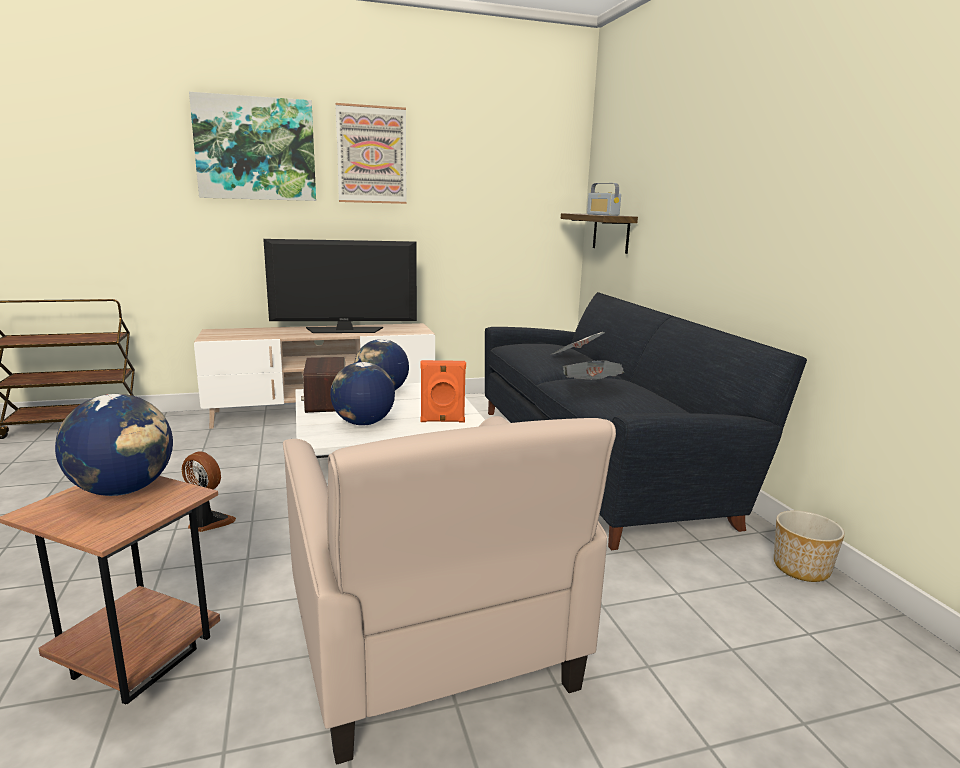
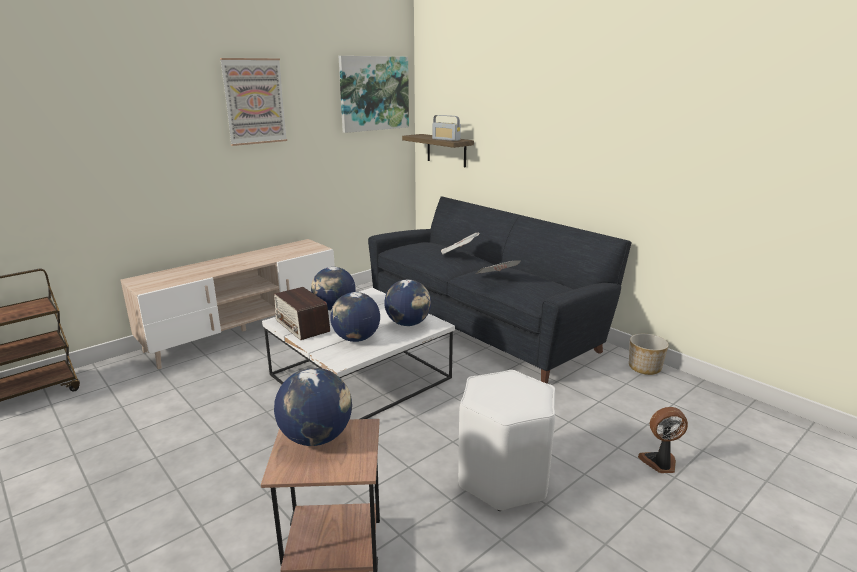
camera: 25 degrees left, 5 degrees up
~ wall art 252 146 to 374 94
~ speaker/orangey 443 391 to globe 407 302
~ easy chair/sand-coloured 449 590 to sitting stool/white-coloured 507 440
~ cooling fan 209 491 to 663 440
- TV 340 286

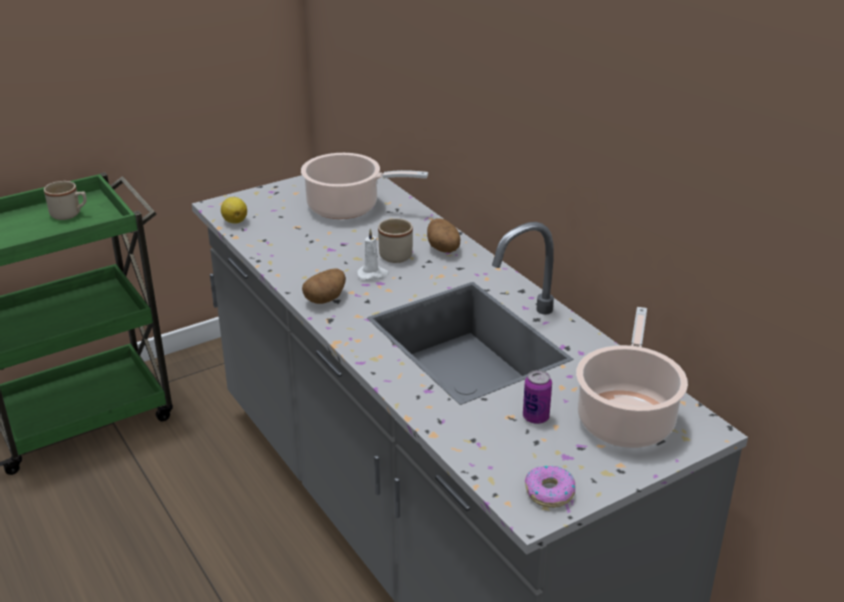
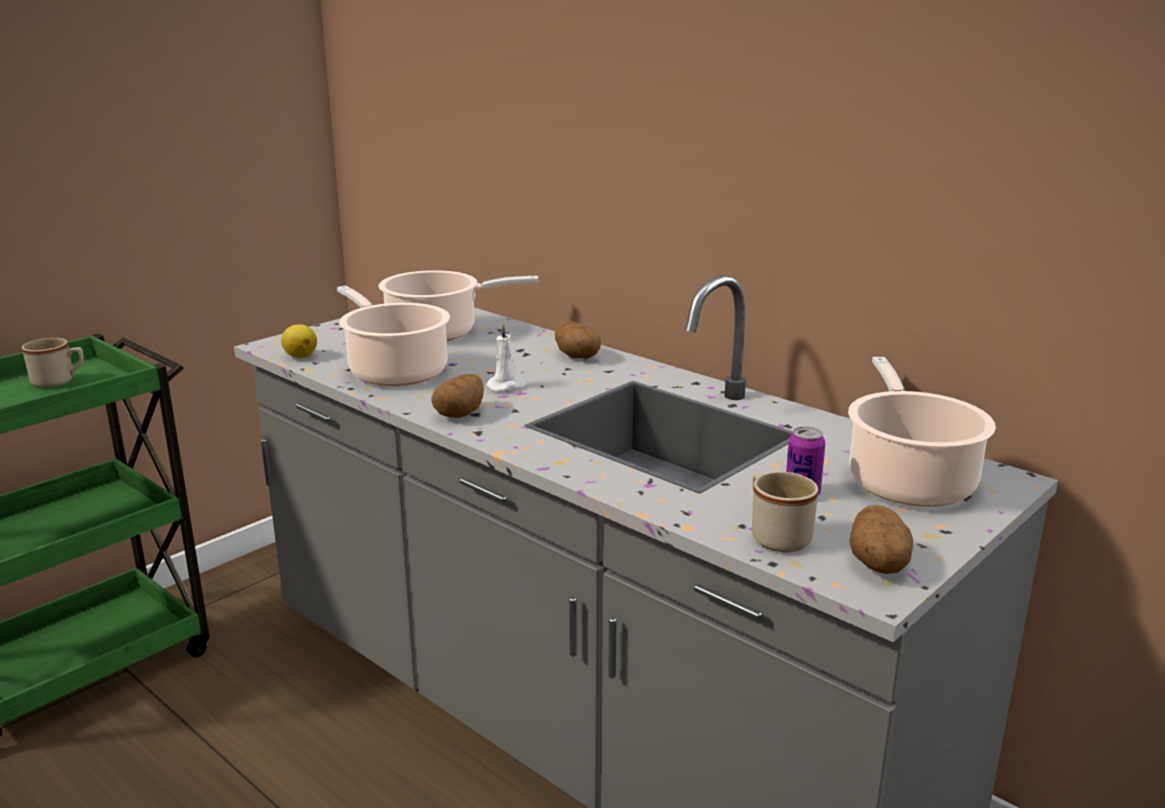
camera: 15 degrees left, 10 degrees down
+ cooking pot 393 336
~ coffee mug/sand-coloured 395 240 to 785 512
~ ring doughnut 550 487 to potato 881 539

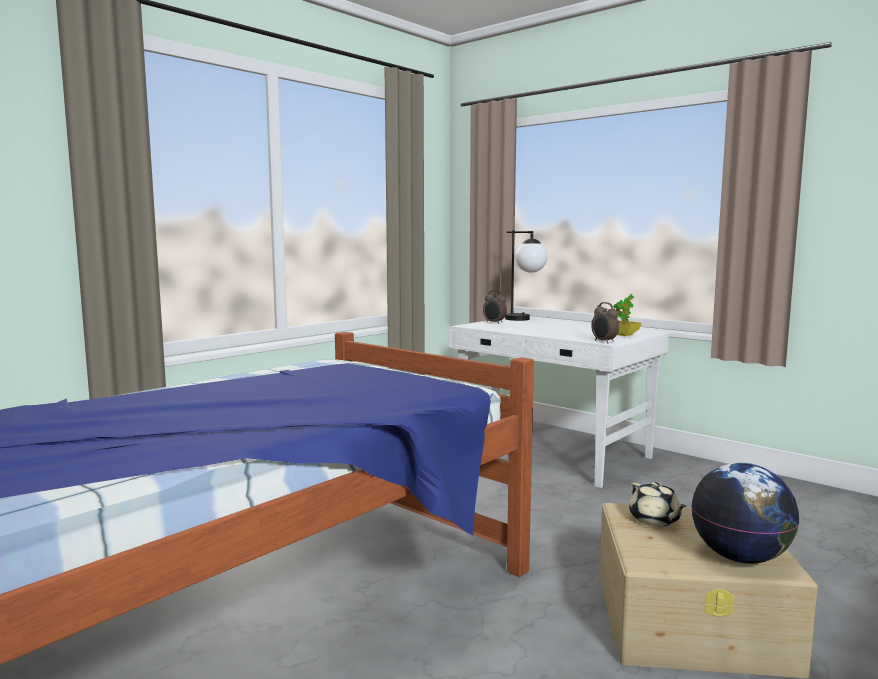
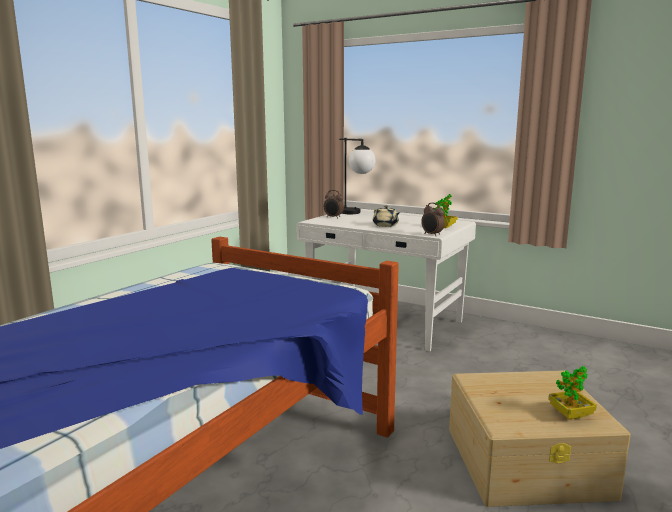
camera: 10 degrees left, 5 degrees up
~ tea pot/sand-coloured 658 504 to 386 216
~ globe 745 513 to potted plant 572 393

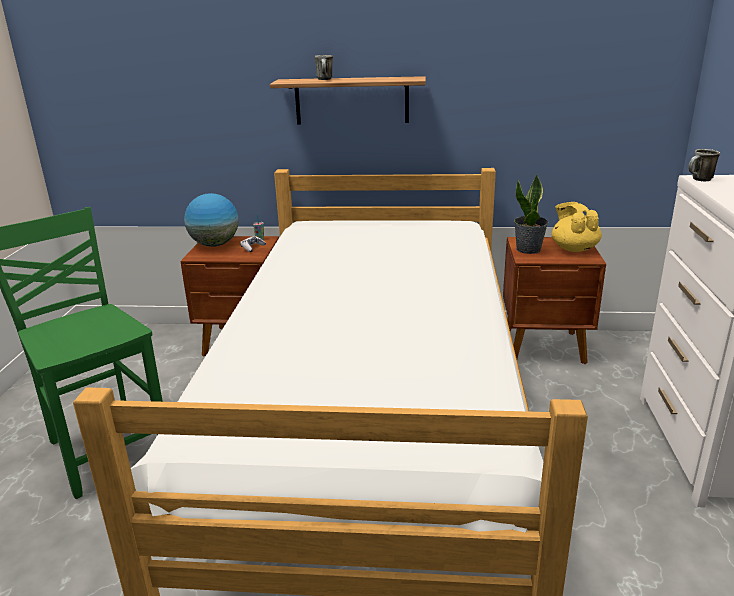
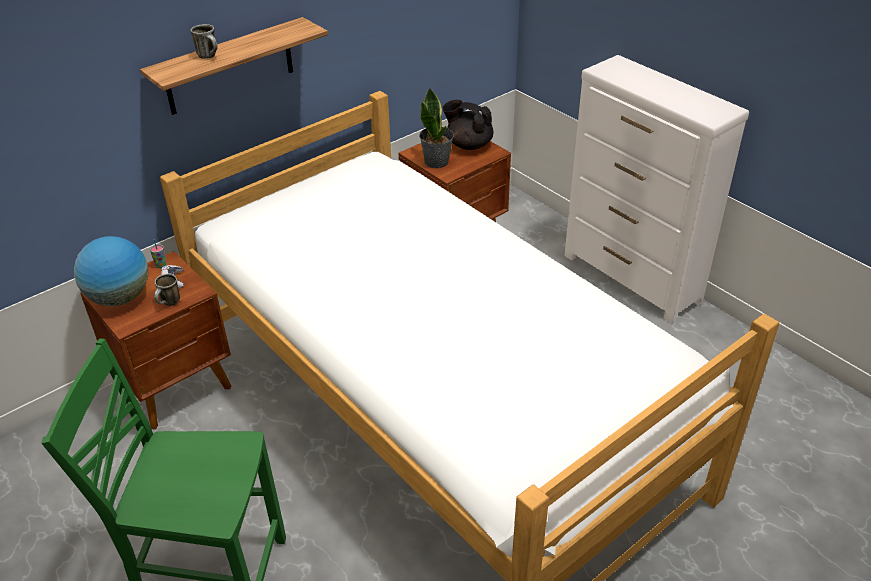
camera: 45 degrees left, 15 degrees up
~ coffee mug 704 165 to 167 290
~ tea pot/yellow 577 227 to tea pot/black 467 125

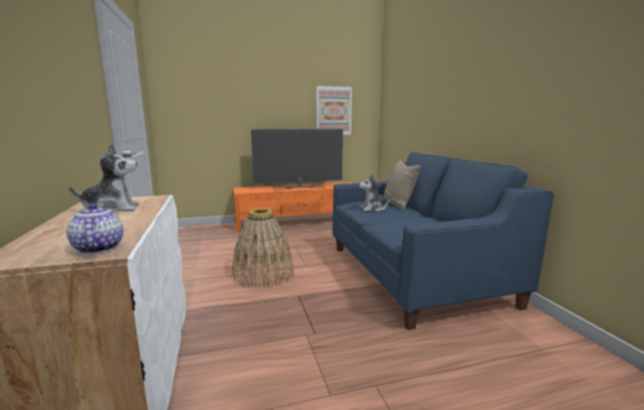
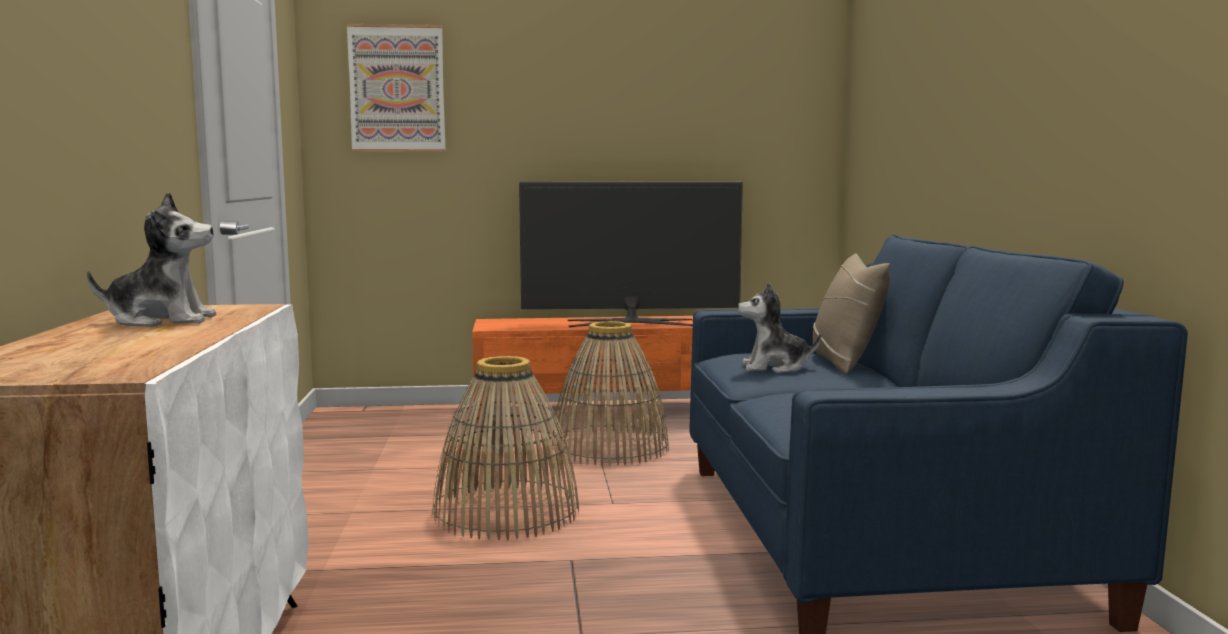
camera: 10 degrees right, 5 degrees down
~ wall art 334 110 to 396 88
+ storage basket 610 393
- tea pot 94 228

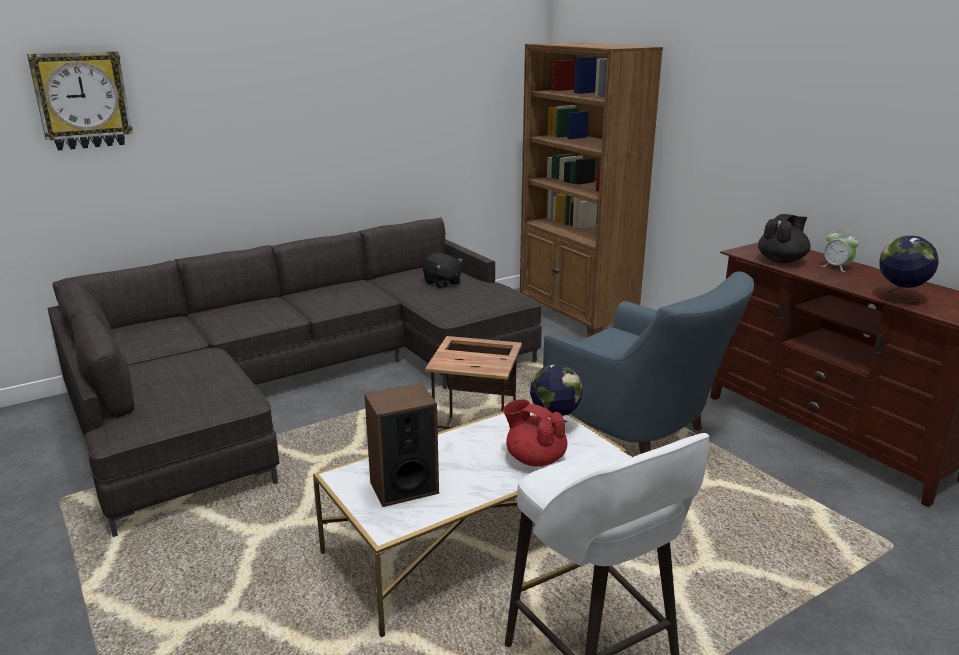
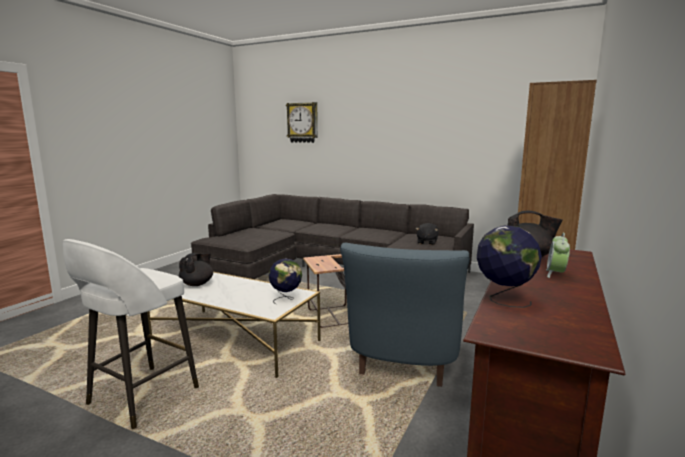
camera: 60 degrees right, 10 degrees down
~ speaker 402 445 to tea pot/black 196 269
- tea pot/red-coloured 535 433

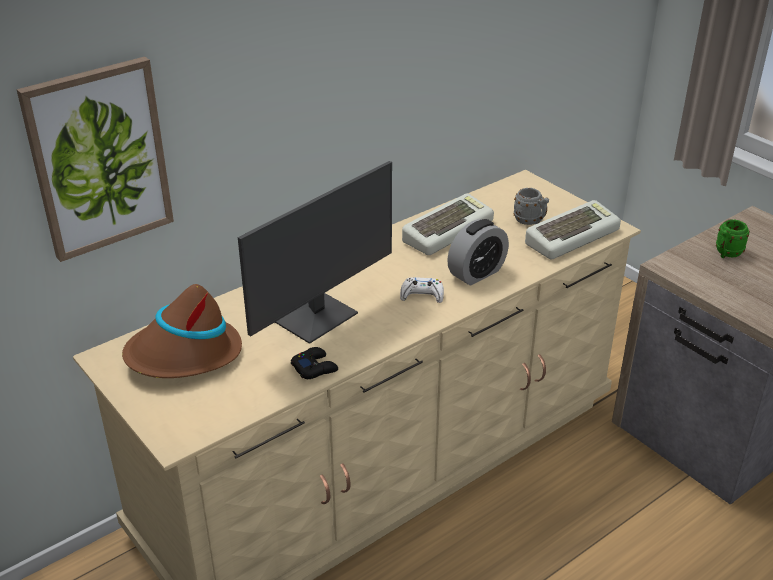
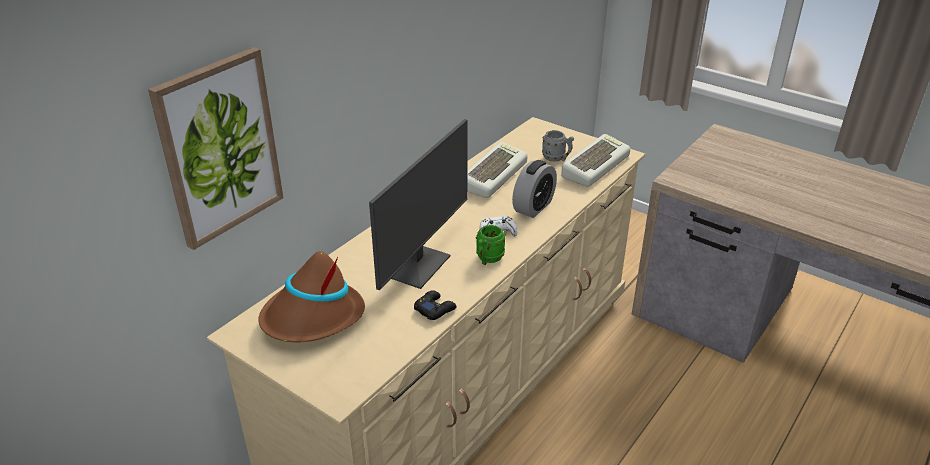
camera: 15 degrees left, 0 degrees up
~ coffee mug/green 733 238 to 490 245

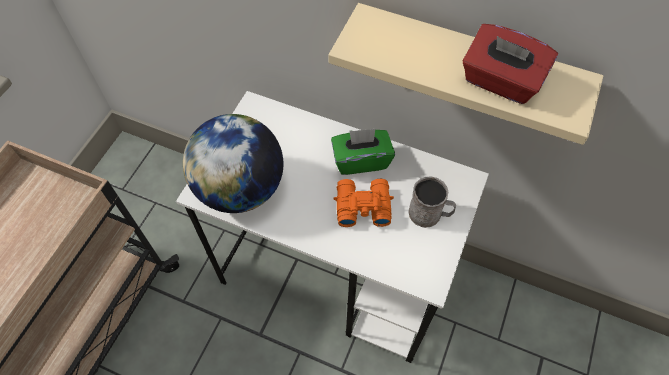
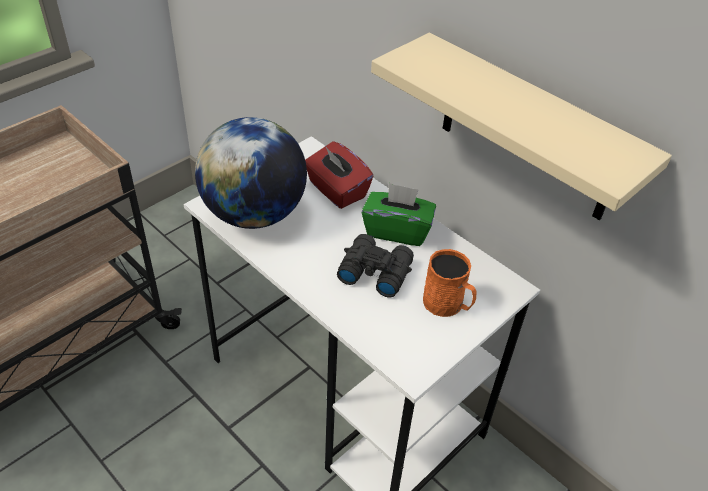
camera: 20 degrees right, 15 degrees down
~ tissue box/red-coloured 510 64 to 339 175
~ binoculars/orangey 364 203 to binoculars/black 375 265
~ coffee mug/grey 432 202 to coffee mug/orangey 449 283

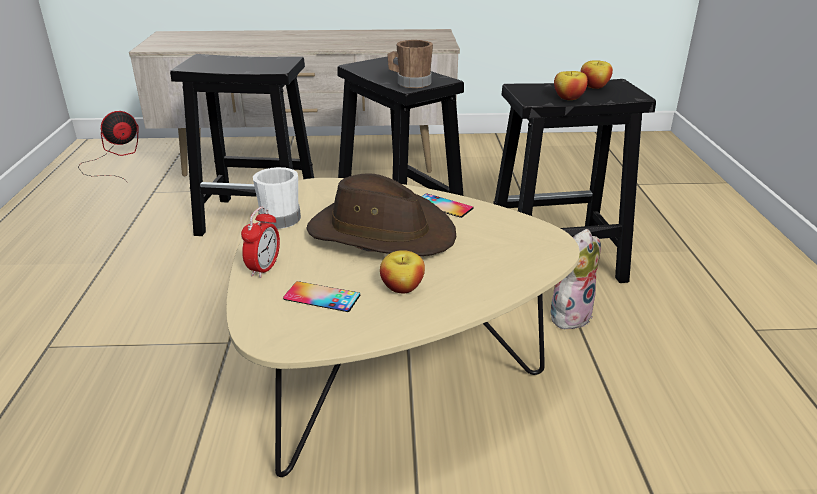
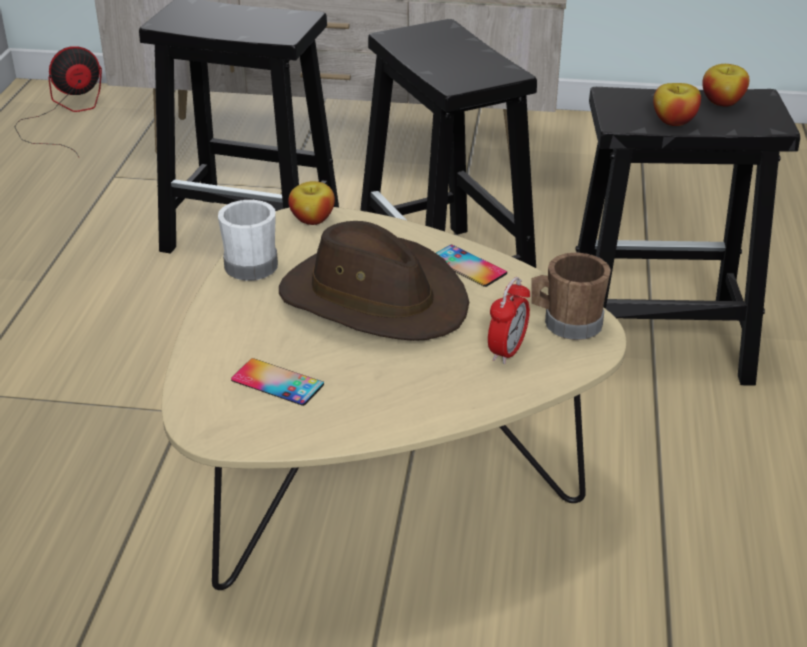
camera: 10 degrees right, 5 degrees up
~ apple 402 271 to 311 203
~ alarm clock 260 242 to 509 320
~ coffee mug/brown-coloured 410 64 to 571 296
- cuddly toy 576 280

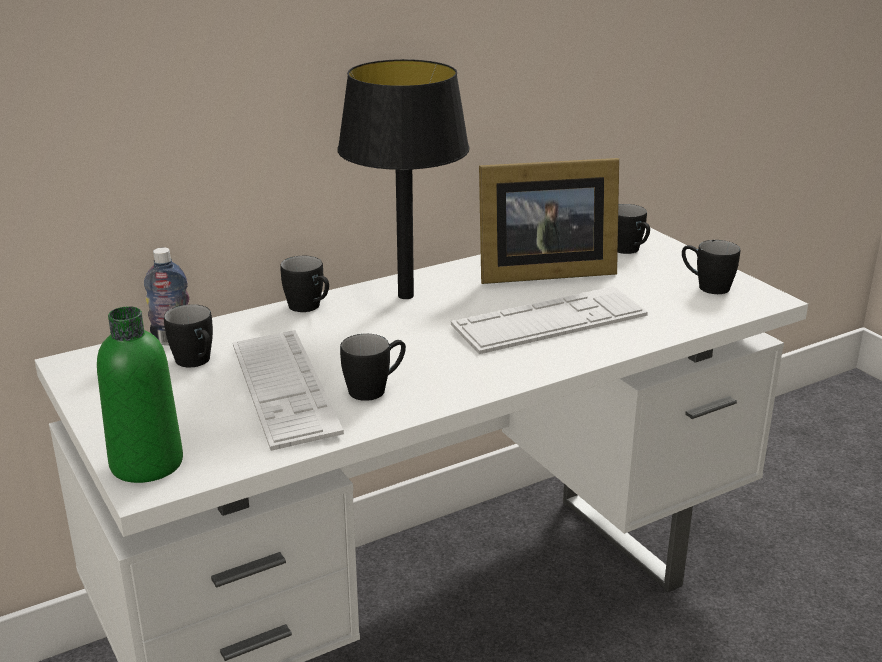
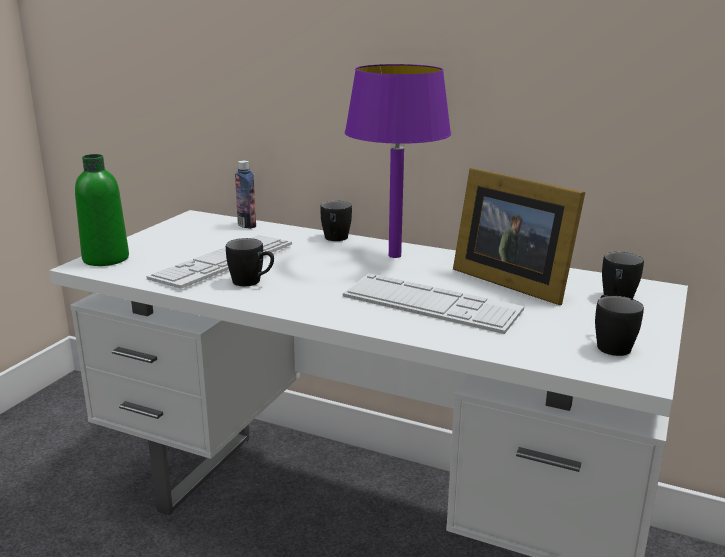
camera: 55 degrees right, 5 degrees down
~ table lamp/black 403 179 to table lamp/purple-coloured 398 161
- coffee mug/black 188 335

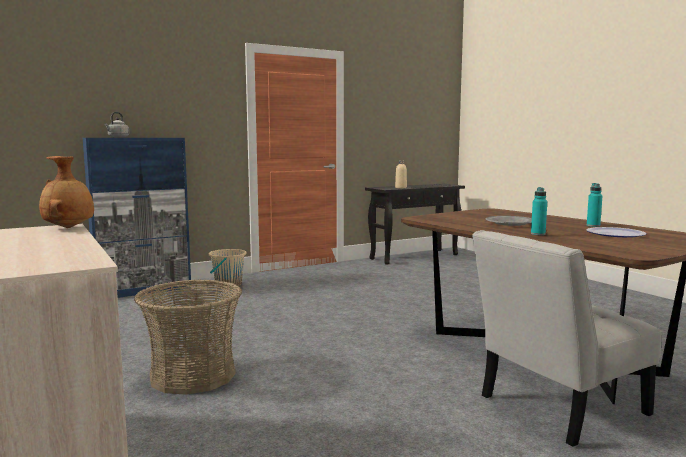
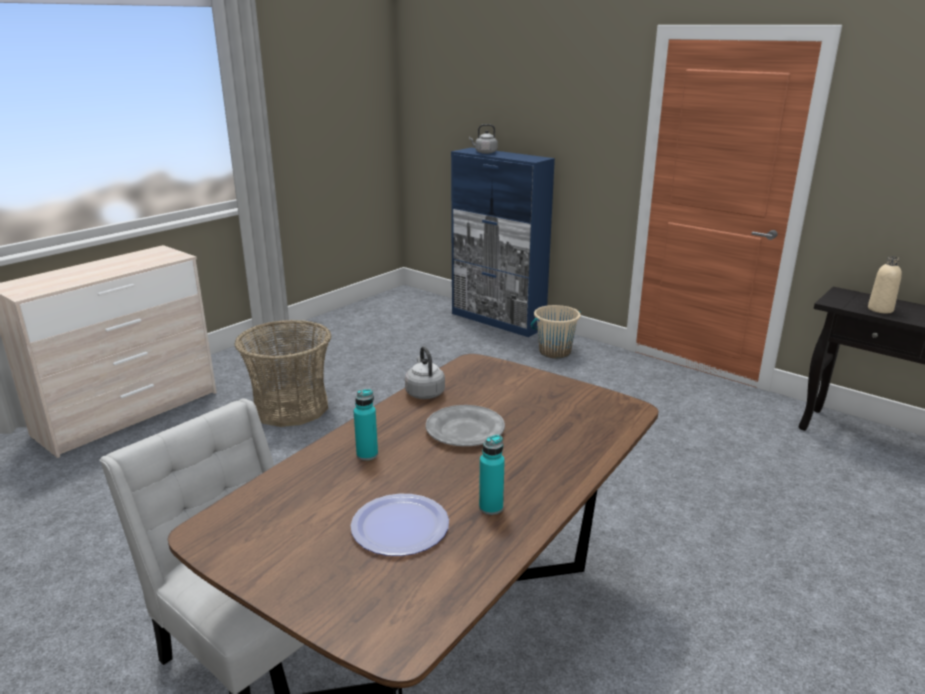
camera: 70 degrees right, 15 degrees up
+ water kettle/grey 425 372
- flower vase/brown-coloured 66 192

